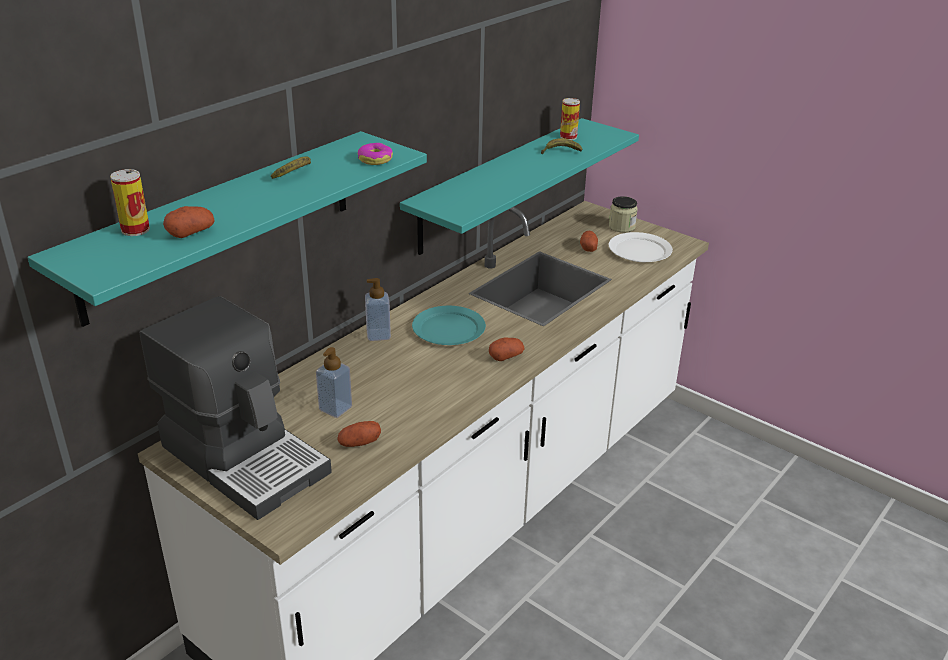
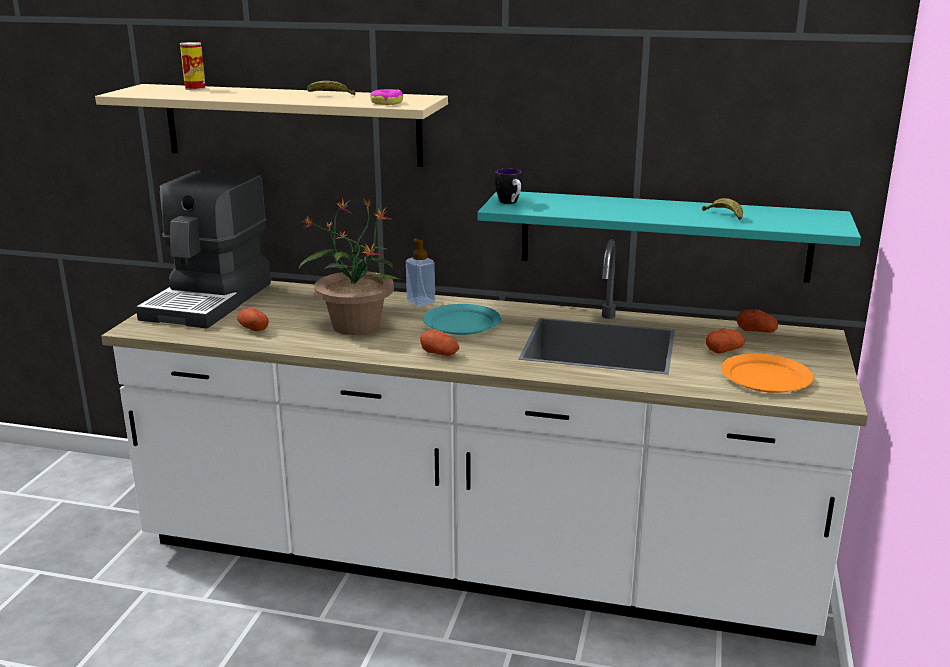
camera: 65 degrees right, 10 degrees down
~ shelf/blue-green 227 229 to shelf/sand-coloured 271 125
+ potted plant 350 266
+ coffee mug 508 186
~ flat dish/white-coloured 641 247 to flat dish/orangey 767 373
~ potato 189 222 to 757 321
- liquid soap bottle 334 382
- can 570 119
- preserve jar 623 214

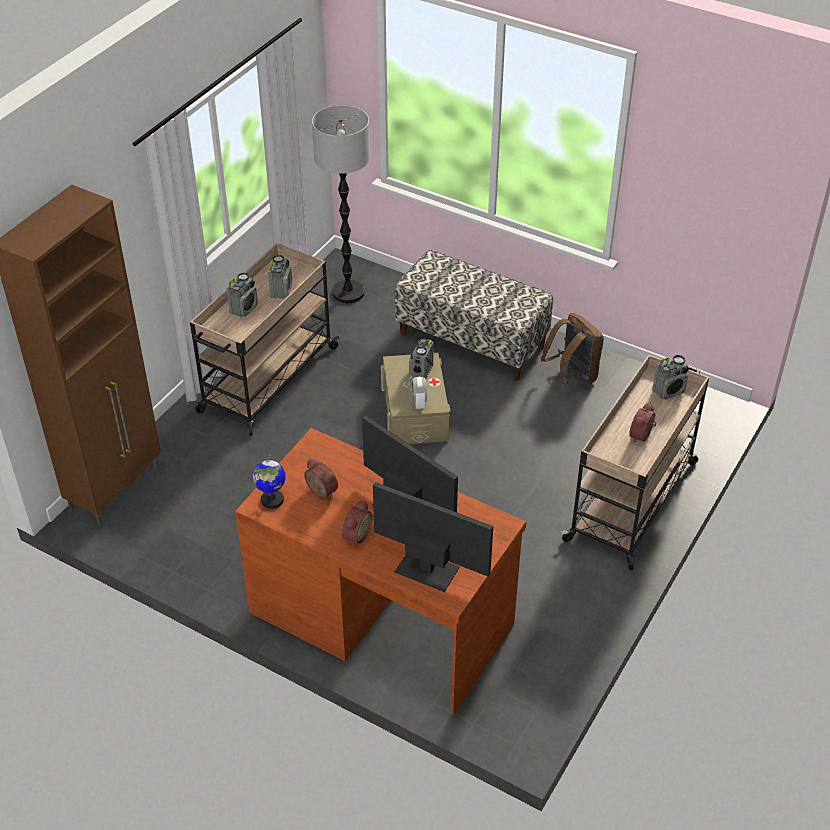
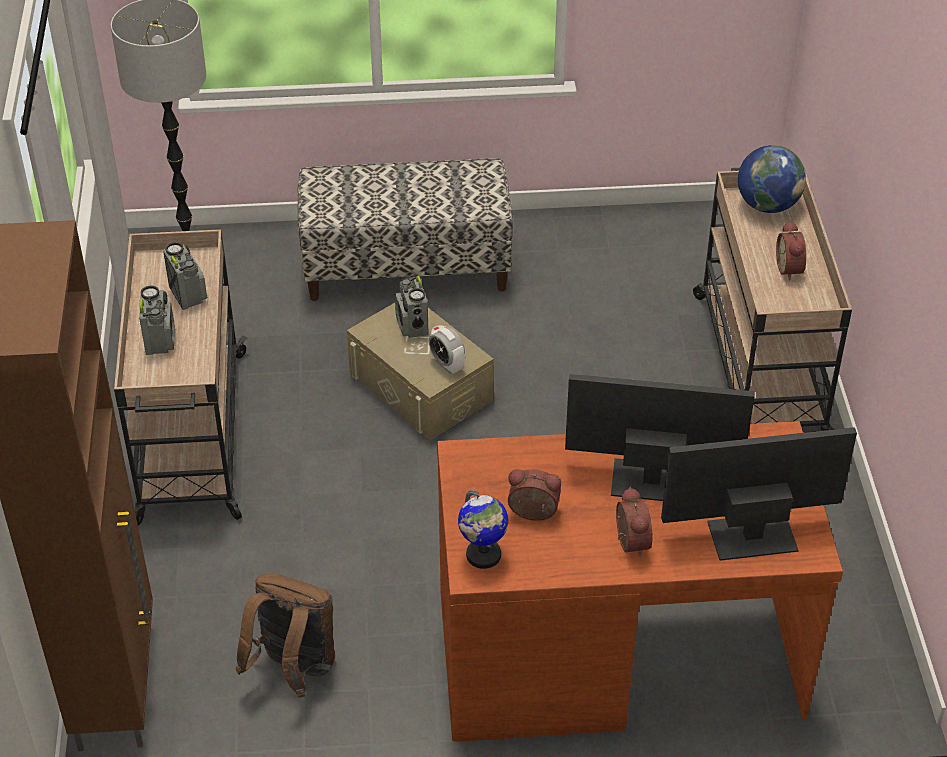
camera: 35 degrees left, 0 degrees up
~ knapsack/brown-coloured 572 349 to 285 636
~ radio set 670 377 to globe 772 179

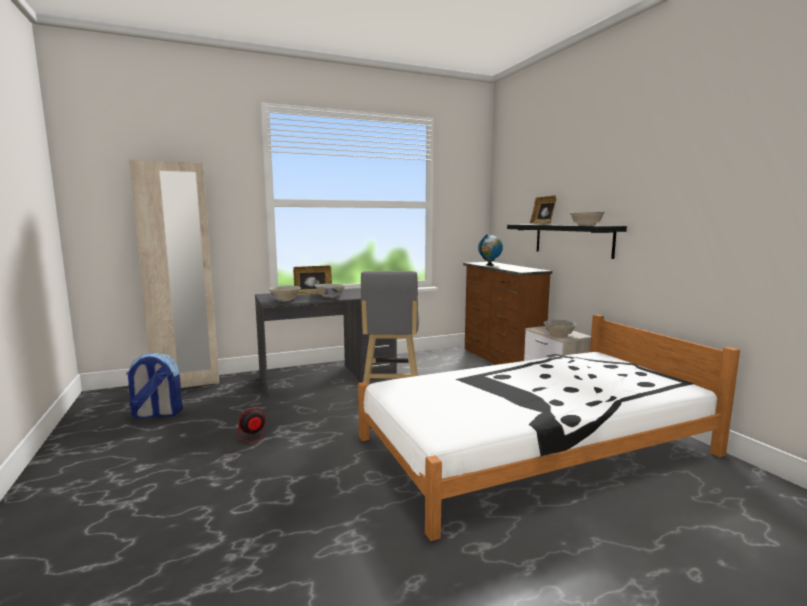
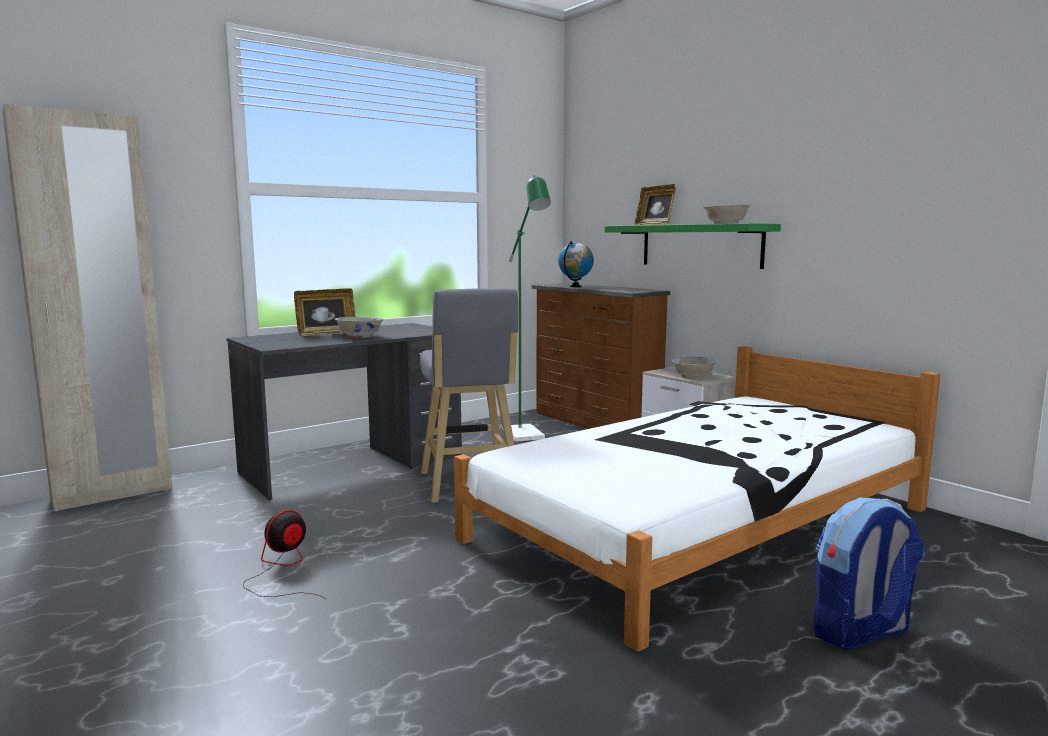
camera: 15 degrees left, 0 degrees up
+ floor lamp/green 530 308
~ shelf/black 567 241 to shelf/green 693 246
~ knapsack 154 386 to 869 573
- serving bowl/white-coloured 285 293

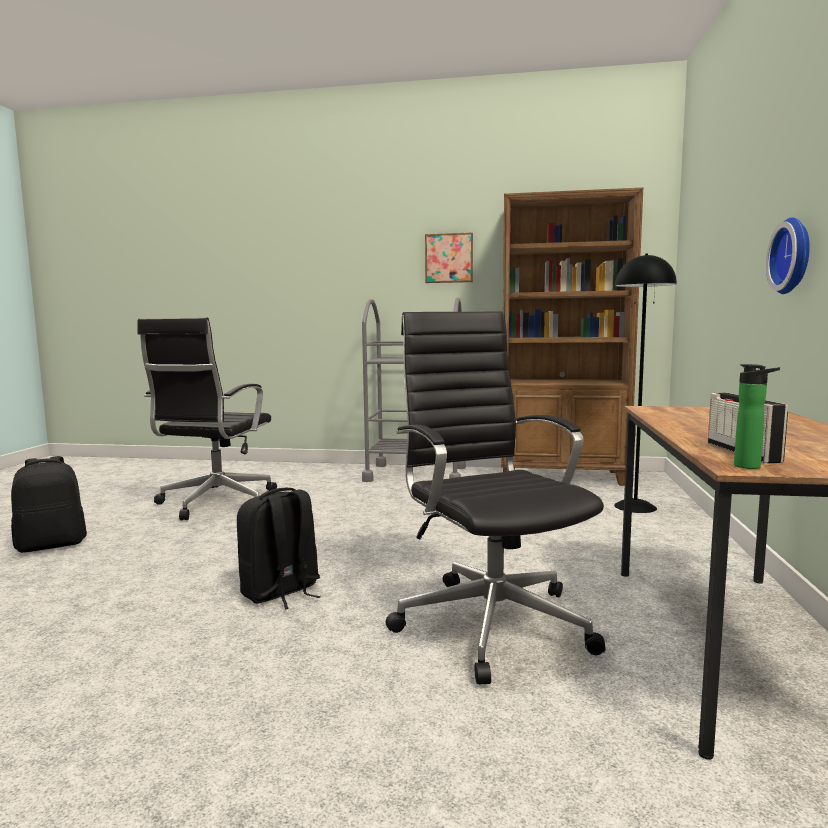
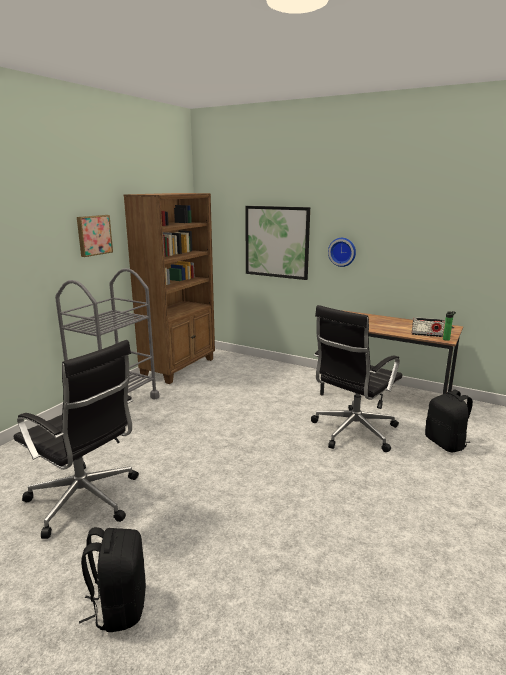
camera: 70 degrees left, 10 degrees up
+ wall art 277 243
~ computer chair/black 496 498 = 356 378 45 degrees counterclockwise
~ knapsack/black 279 549 to 449 421
- floor lamp/black 645 383

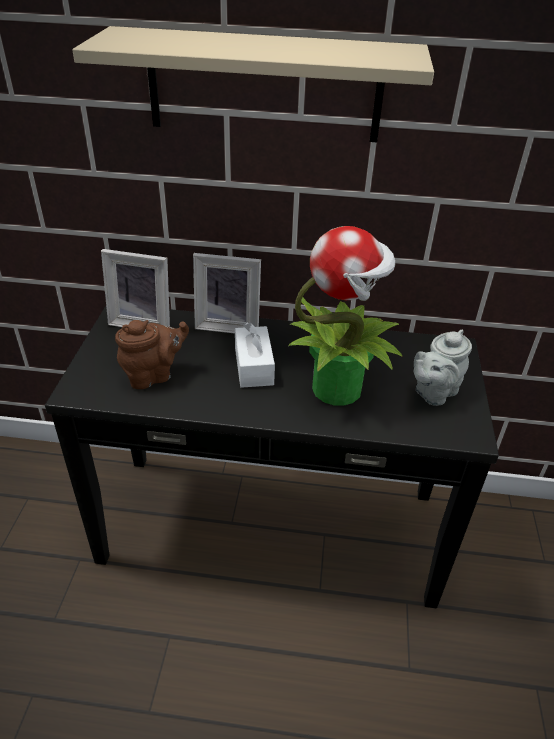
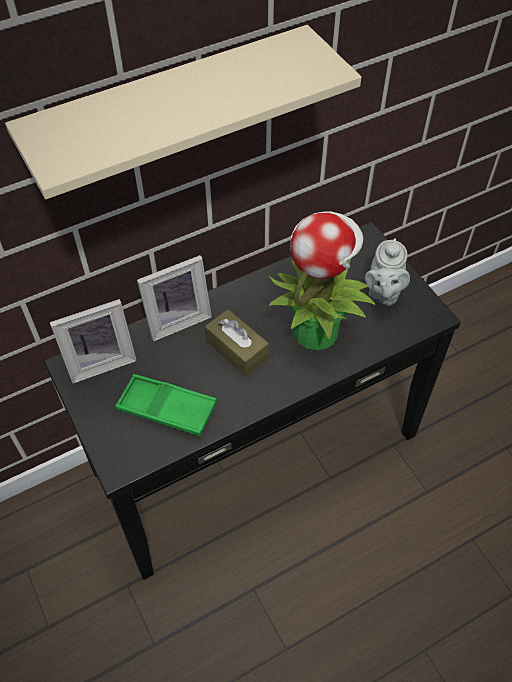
camera: 35 degrees left, 15 degrees up
~ tea pot/brown-coloured 152 354 to serving tray/green 166 405
~ tissue box/white-coloured 255 355 to tissue box/brown-coloured 237 342

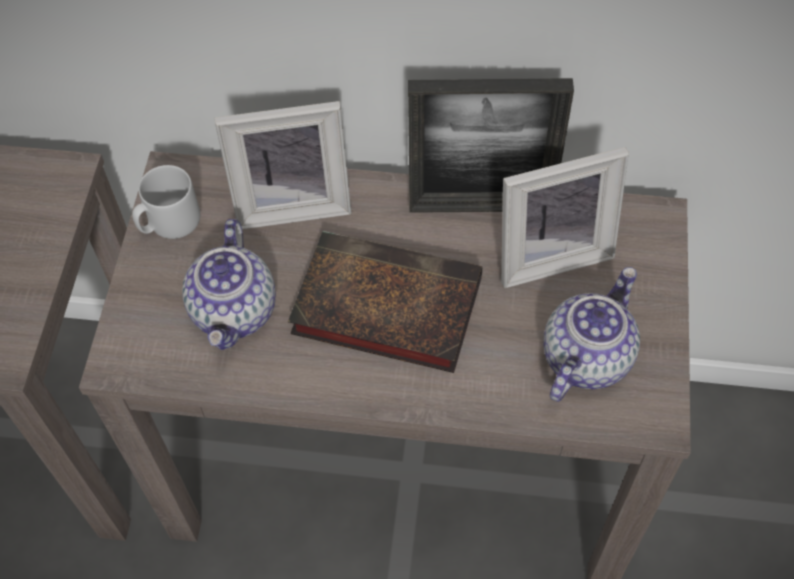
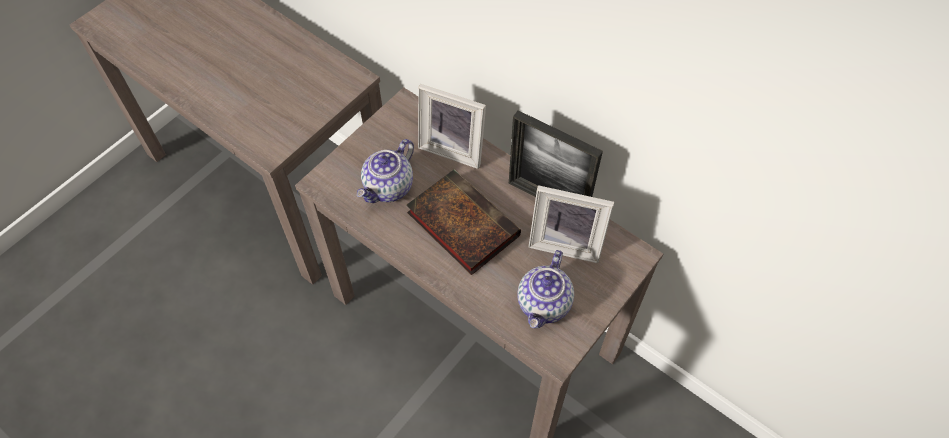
camera: 30 degrees right, 0 degrees up
~ tea pot 591 334 = 545 289 135 degrees clockwise
- coffee mug/grey 166 202

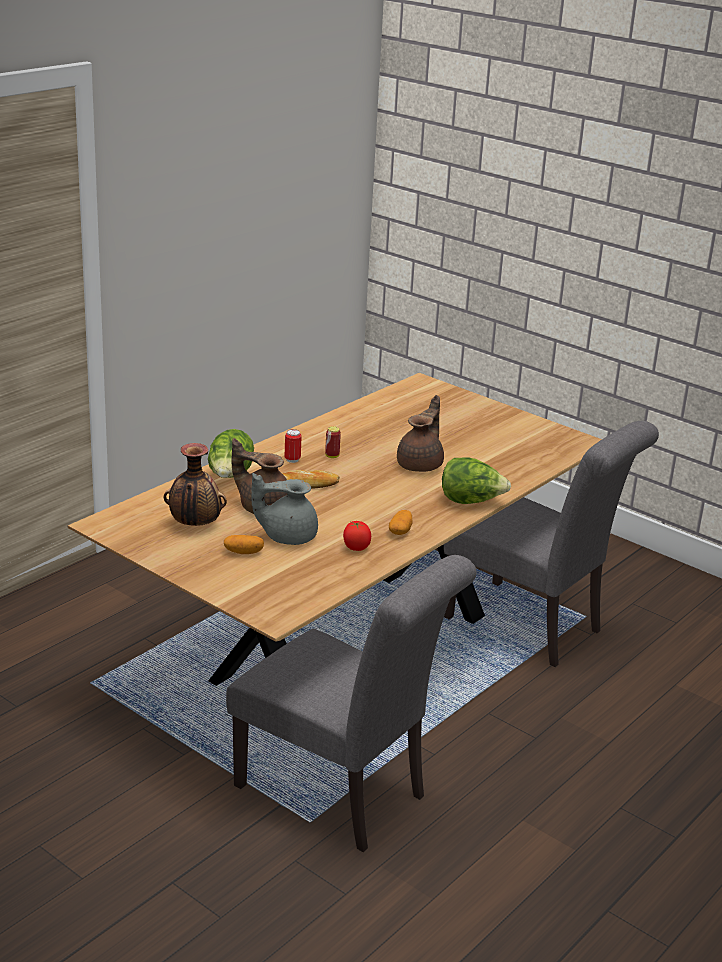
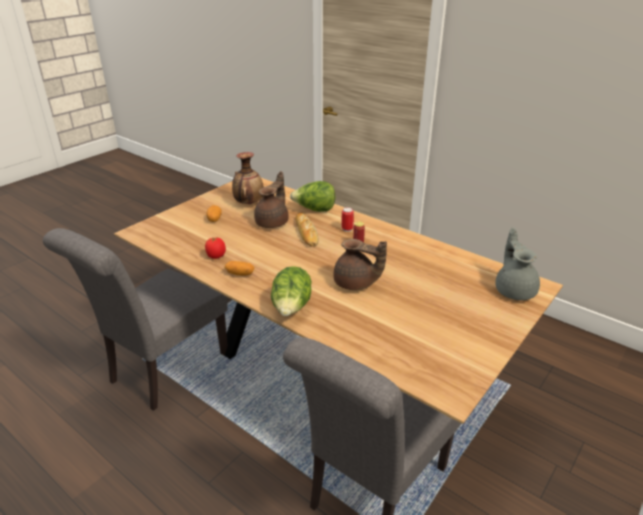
camera: 90 degrees right, 5 degrees up
~ tea pot/grey 284 509 to 517 264

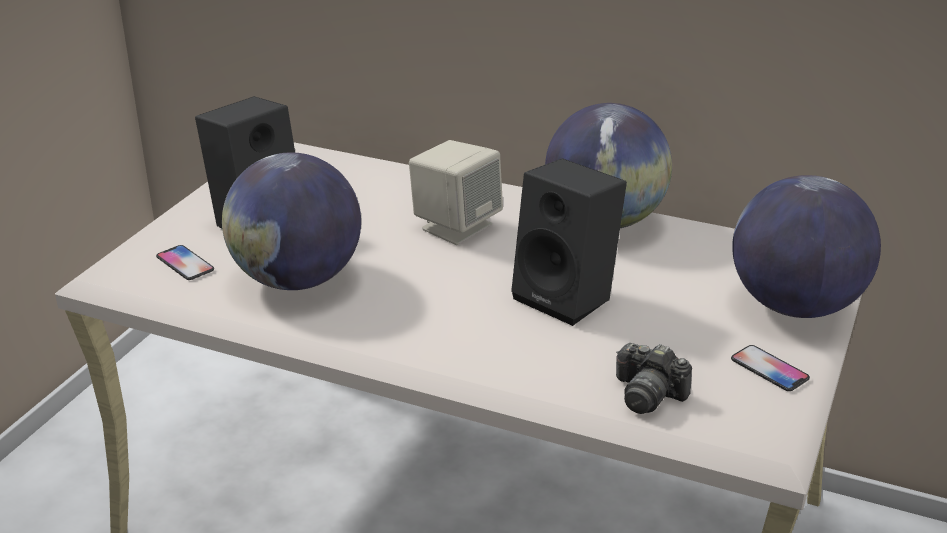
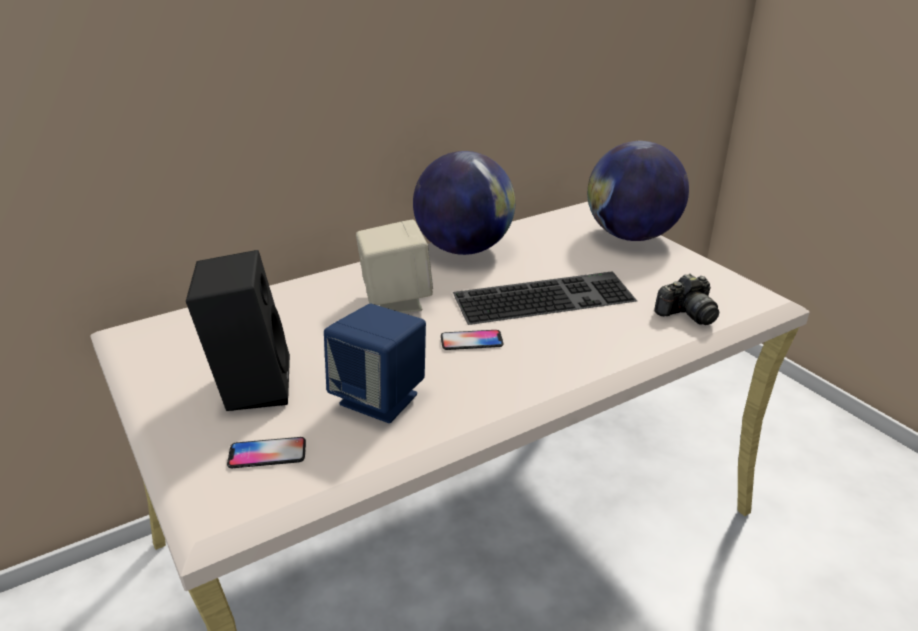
camera: 55 degrees left, 0 degrees up
~ globe 291 221 to speaker/bluish 375 363
~ telephone 770 368 to 472 340
~ speaker/black 569 242 to computer keyboard 545 298

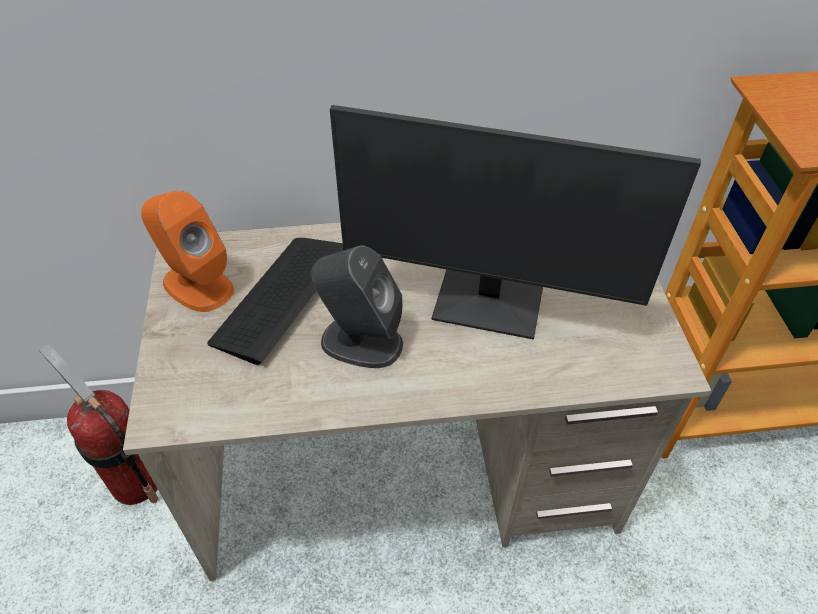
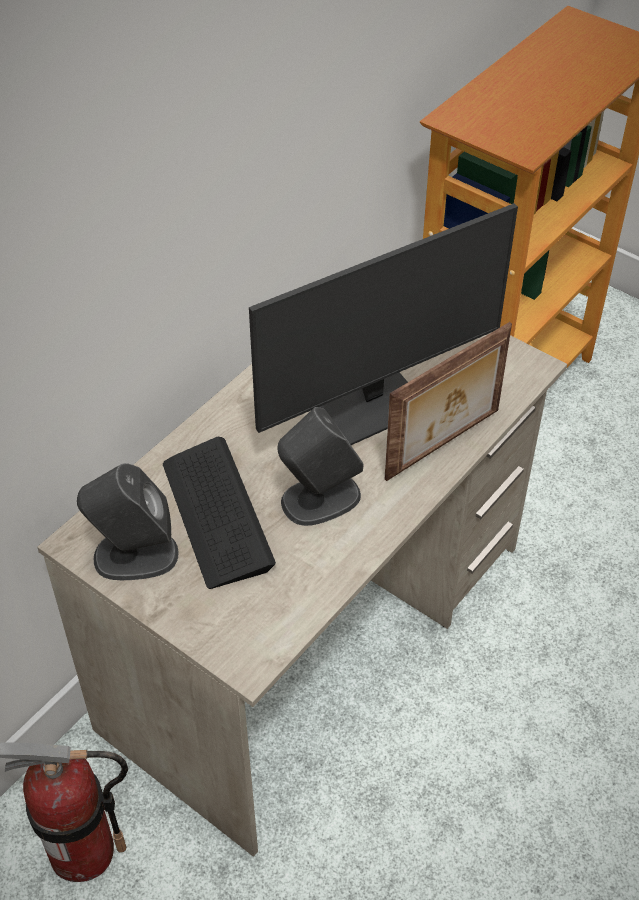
camera: 45 degrees left, 0 degrees up
~ speaker/orangey 187 251 to speaker/grey 128 521
+ picture frame 448 401

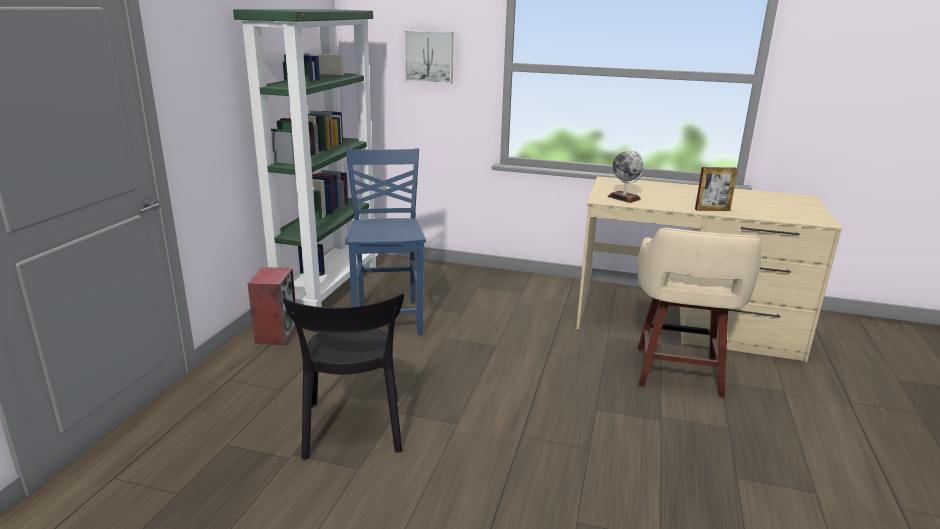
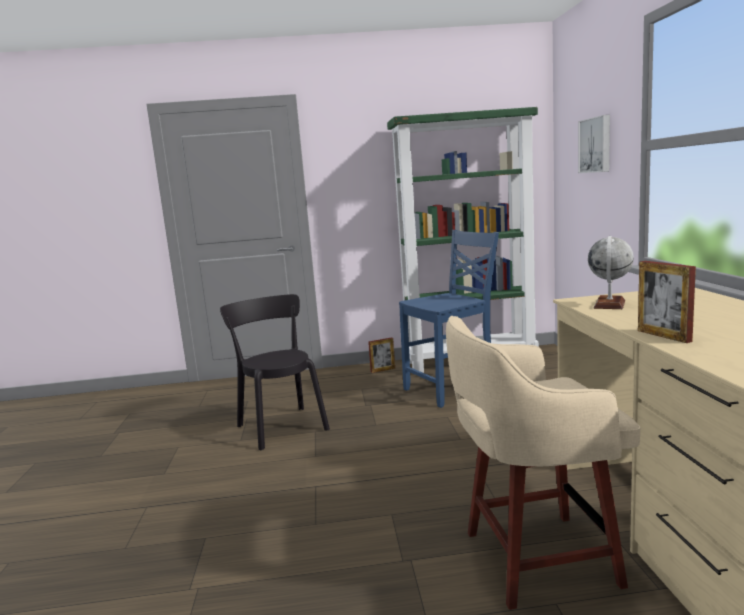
camera: 70 degrees right, 10 degrees down
~ chair/black 343 376 = 275 372 90 degrees clockwise
~ speaker 272 306 to picture frame 381 355

